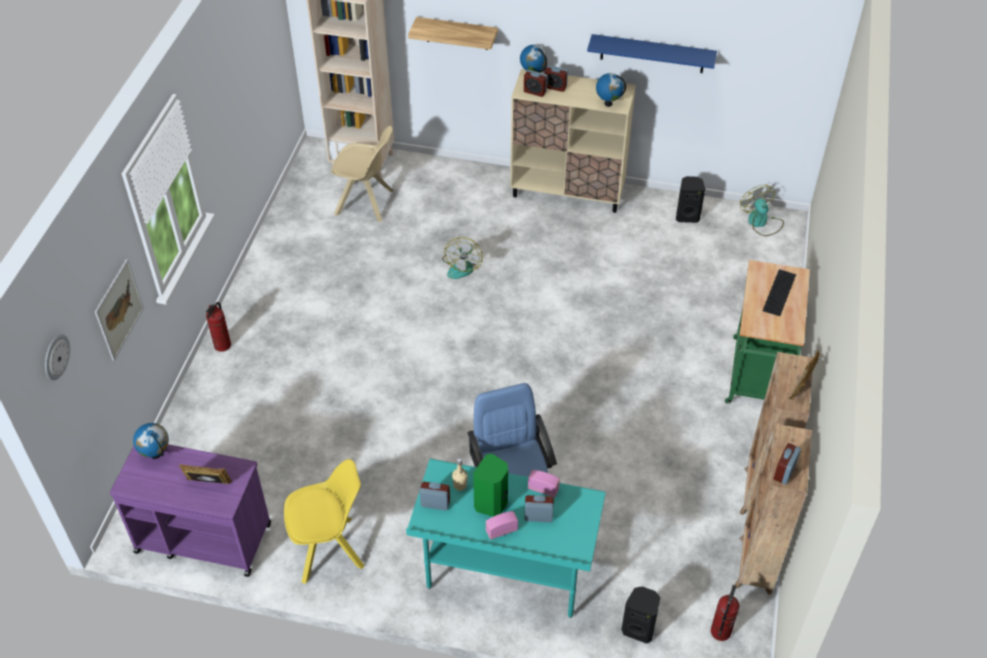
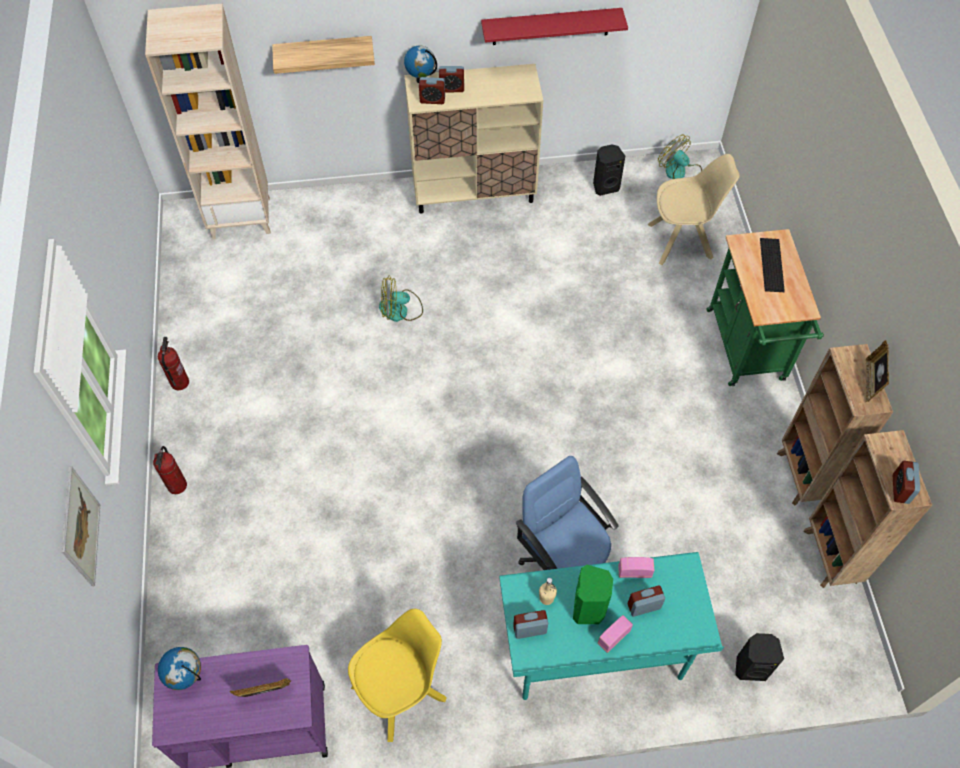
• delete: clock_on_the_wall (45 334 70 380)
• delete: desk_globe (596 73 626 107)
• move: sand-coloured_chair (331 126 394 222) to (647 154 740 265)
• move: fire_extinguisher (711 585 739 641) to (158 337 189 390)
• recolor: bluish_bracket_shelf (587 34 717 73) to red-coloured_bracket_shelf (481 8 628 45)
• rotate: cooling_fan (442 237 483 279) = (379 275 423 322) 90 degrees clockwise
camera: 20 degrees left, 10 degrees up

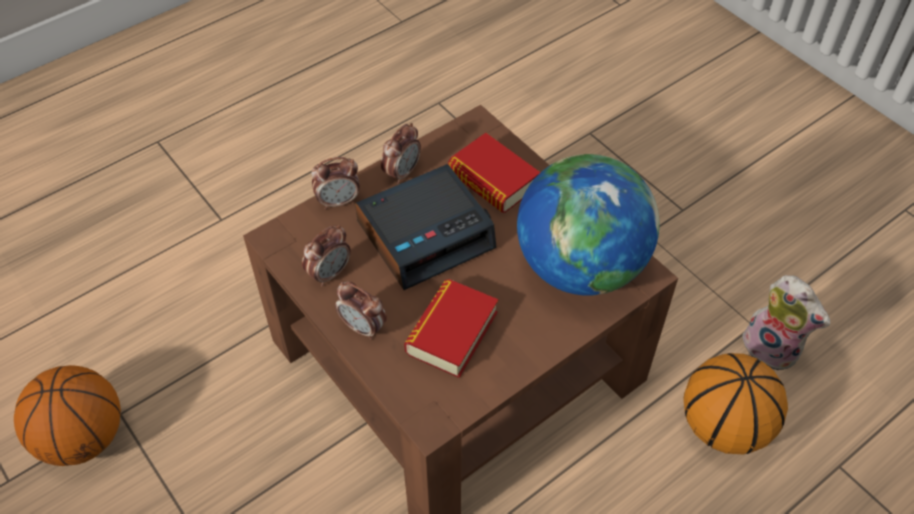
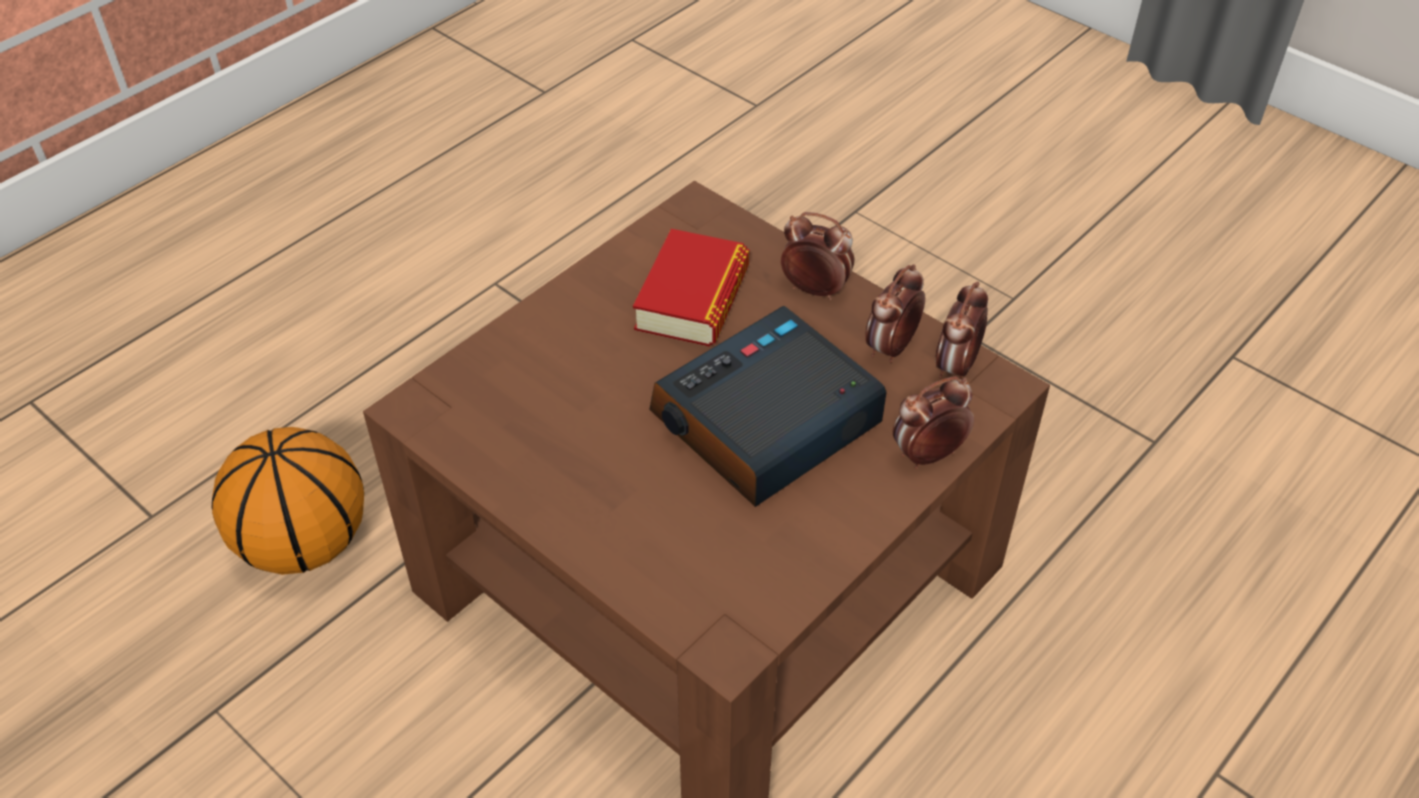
• delete: basketball (14 365 121 466)
• delete: book (448 133 540 213)
• delete: desk_globe (517 154 660 296)
• delete: cuddly_toy (740 275 830 370)
• move: alarm_clock (381 123 421 184) to (935 281 988 380)
camera: 170 degrees right, 5 degrees down

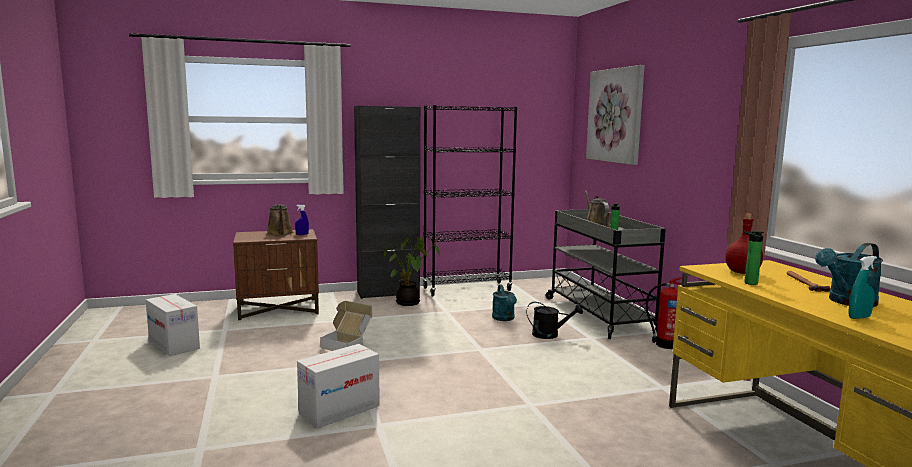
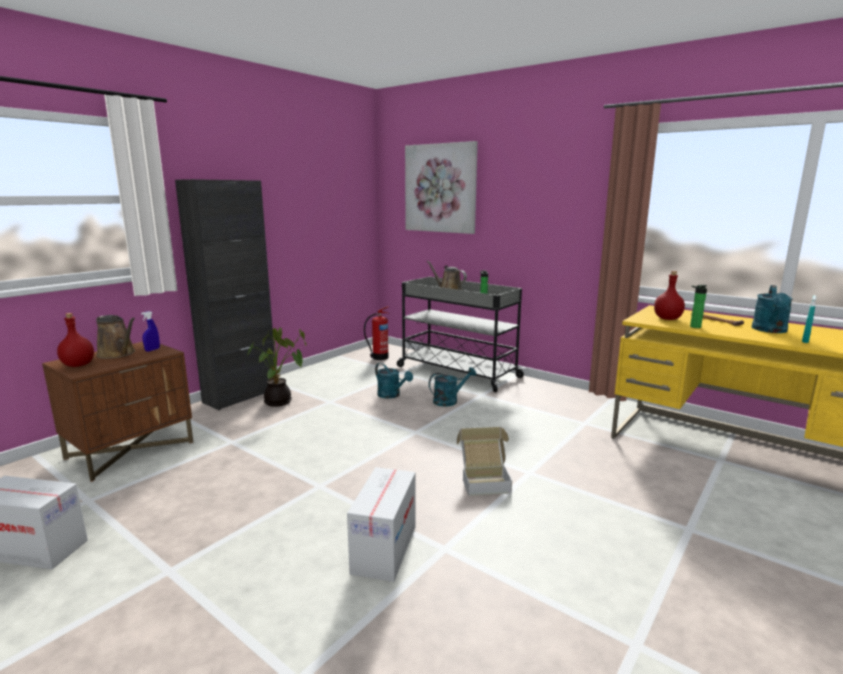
• delete: black-coloured_bookcase (423 105 517 297)
• insert: red-coloured_beverage_bottle (57 313 94 367)
• move: cardboard_box (320 301 372 351) to (456 427 512 496)
• move: fire_extinguisher (646 277 688 349) to (364 306 389 360)
• recolor: black-coloured_sprinkling_can (527 302 583 339) to blue-green_sprinkling_can (429 367 477 407)
camera: 35 degrees left, 5 degrees up

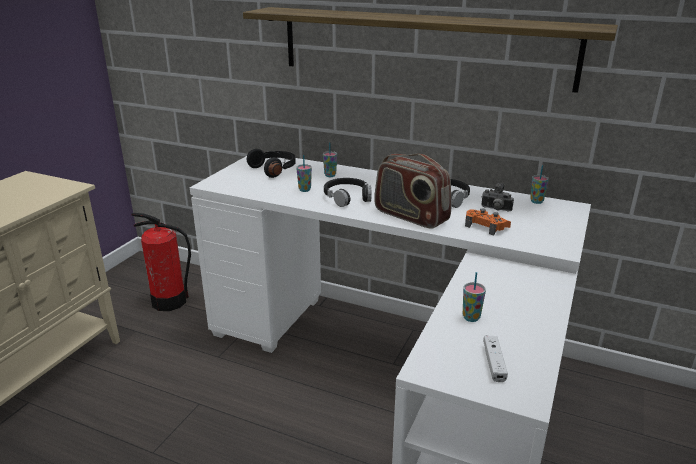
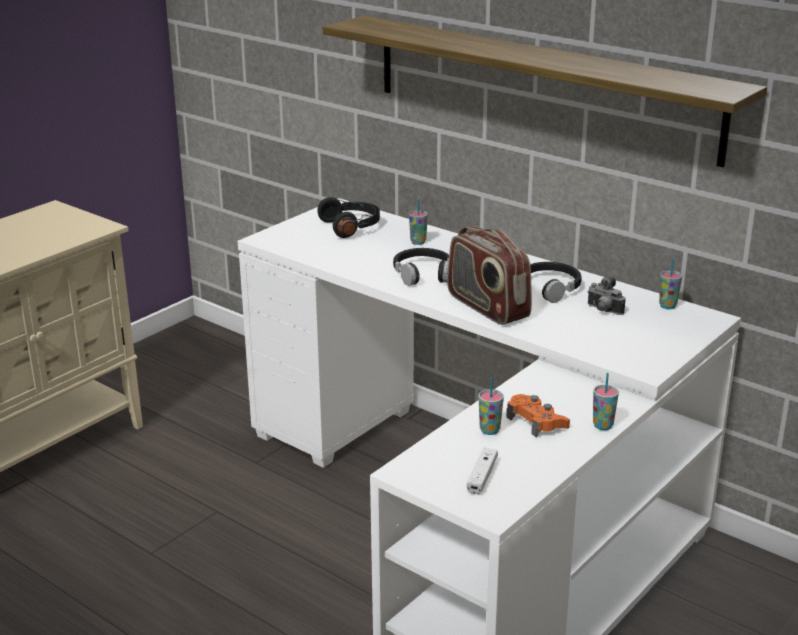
• delete: fire_extinguisher (131 213 191 311)
• move: drinking_cup (296 155 312 192) to (593 373 619 430)
• move: orangey_game_controller (465 208 511 236) to (507 394 570 437)
camera: 15 degrees right, 0 degrees up

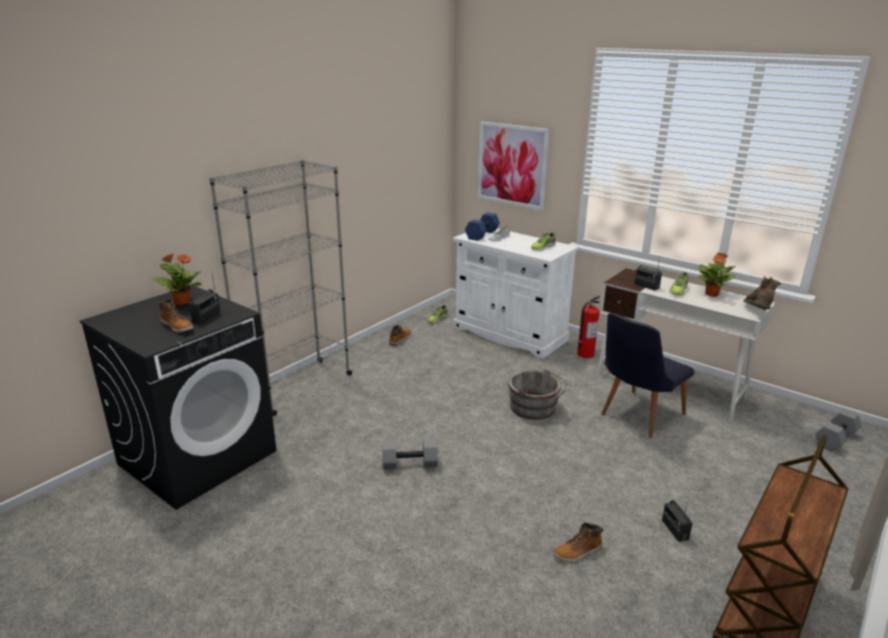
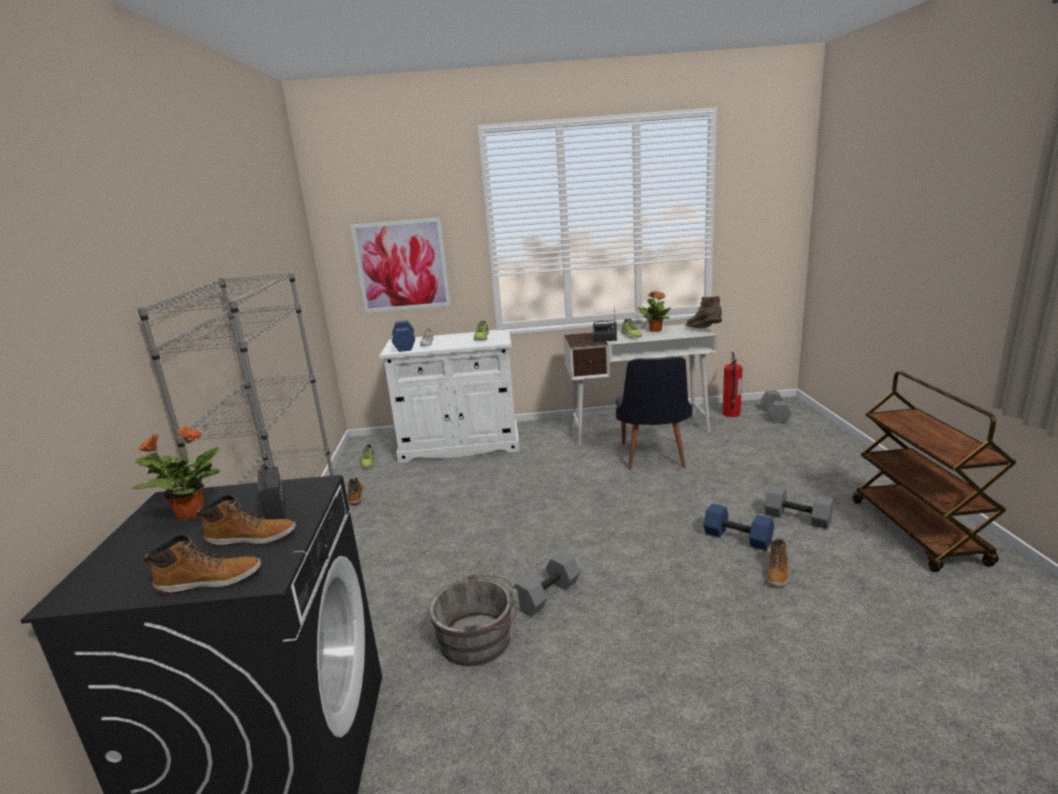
• insert: tall_boot (144 535 261 594)
• insert: bluish_dumbbell (704 504 774 550)
• move: greyish_pail (508 368 567 420) to (429 572 520 666)
• move: fire_extinguisher (577 296 600 358) to (723 352 743 417)
• replace: radio_set (662 500 693 542) to greyish_dumbbell (765 485 833 529)
camera: 40 degrees left, 5 degrees down

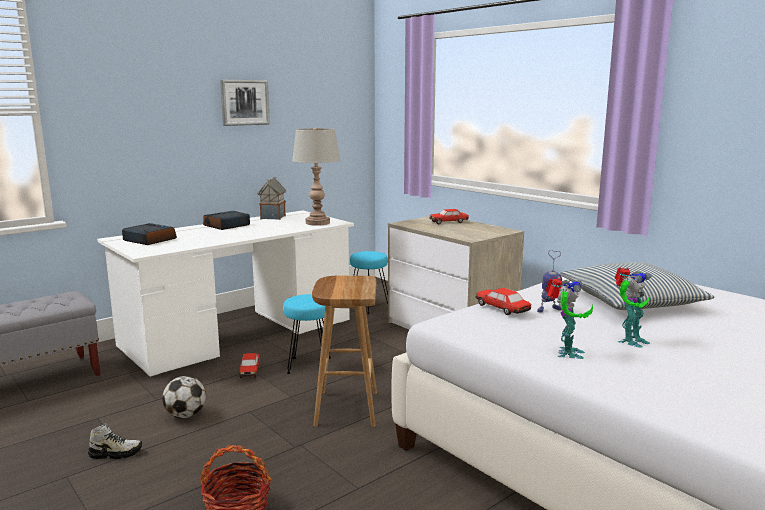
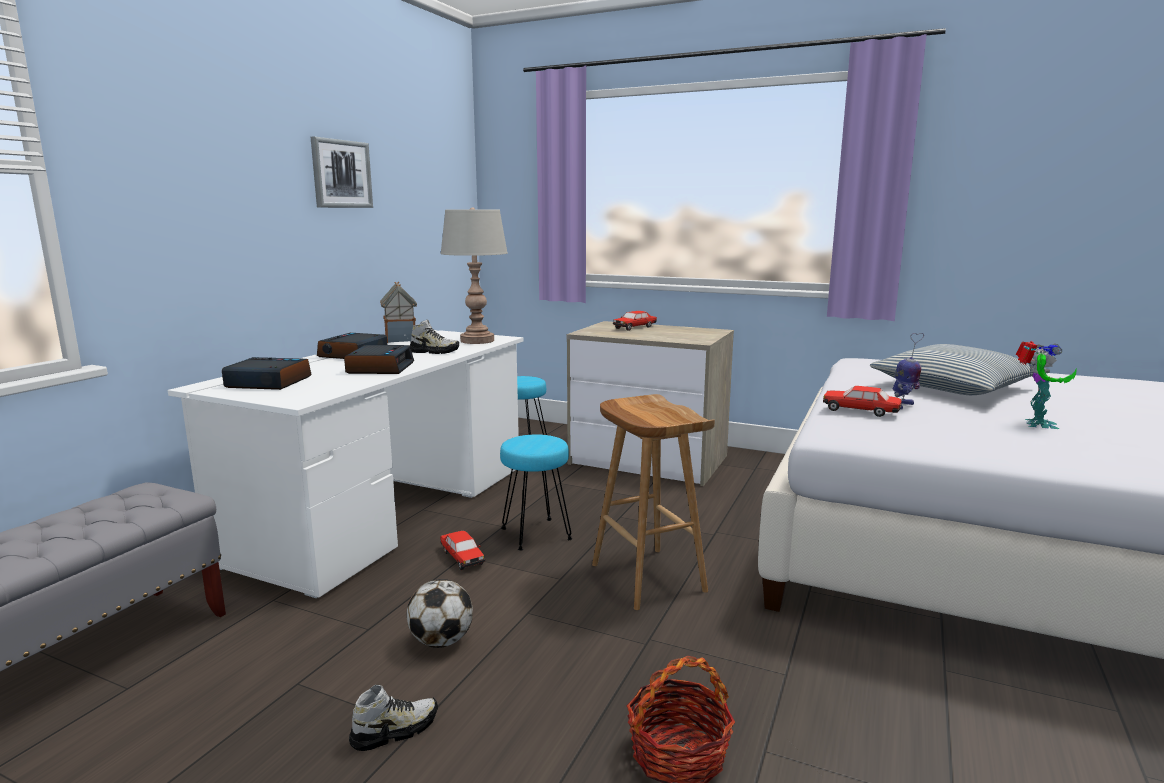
• delete: robot_figure (546 278 593 359)
• insert: alarm_clock (344 345 414 374)
• insert: low_shoe (410 319 459 354)
camera: 25 degrees left, 0 degrees up

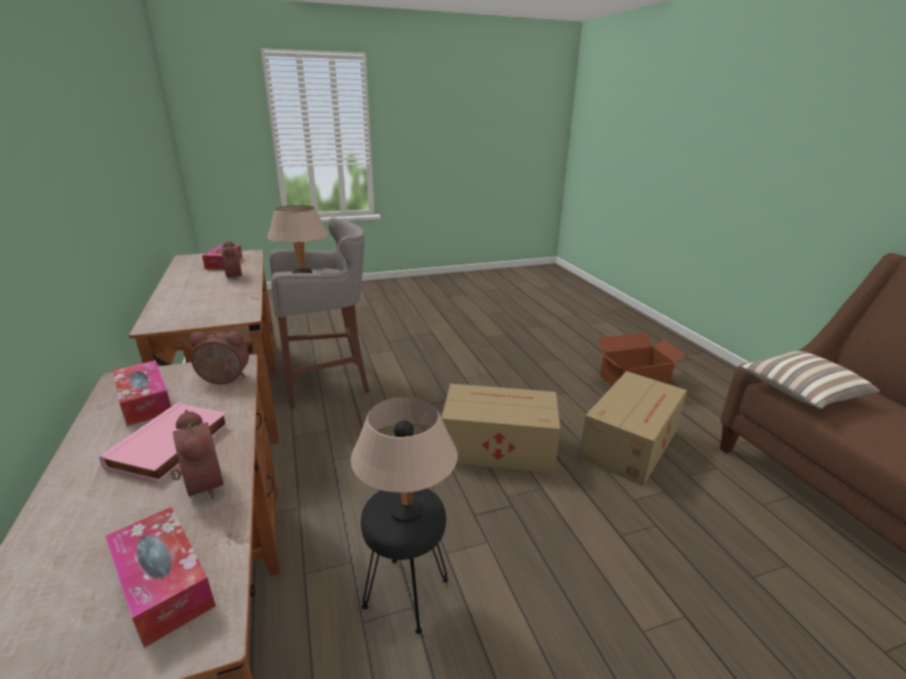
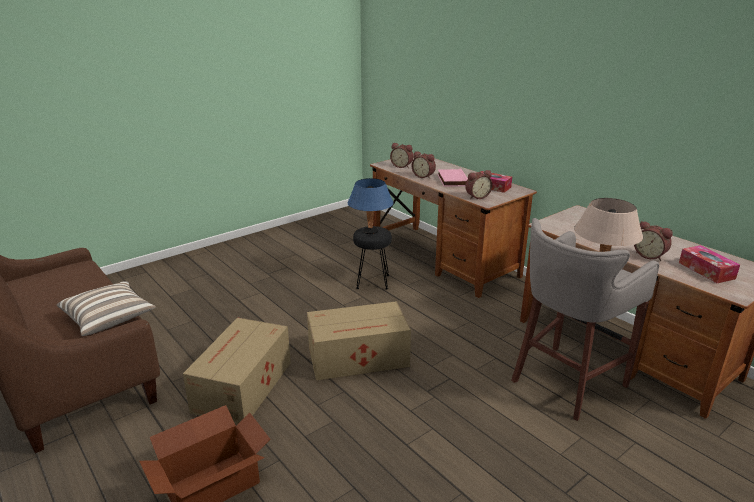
• replace: tissue_holder (105 507 216 648) to alarm_clock (390 143 413 168)
• recolor: sand-coloured_lamp_for_a_table (351 397 458 522) to bluish_lamp_for_a_table (348 178 393 234)
camera: 160 degrees right, 0 degrees up

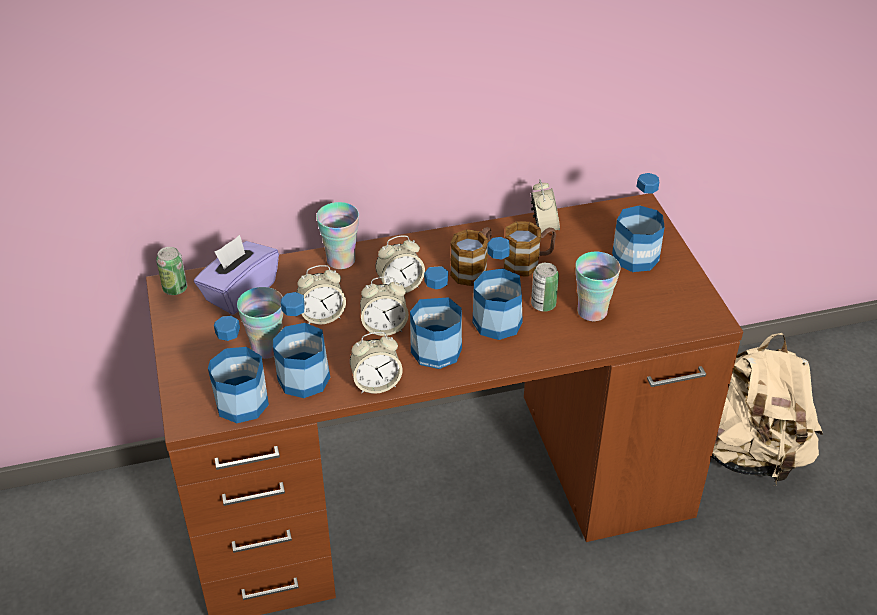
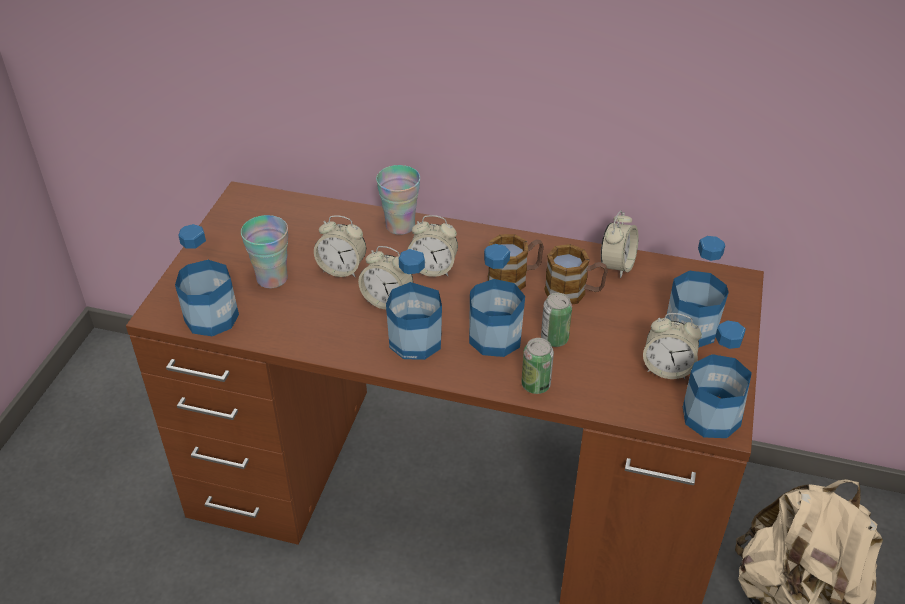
• delete: purple-coloured_tissue_holder (194 235 279 315)
• delete: drinking_cup (575 252 621 321)
• move: can (156 247 187 295) to (522 338 554 394)
• move: beverage_bottle (273 292 330 398) to (683 320 752 438)
• move: alarm_clock (350 332 403 394) to (643 313 702 379)
camera: 30 degrees right, 0 degrees up

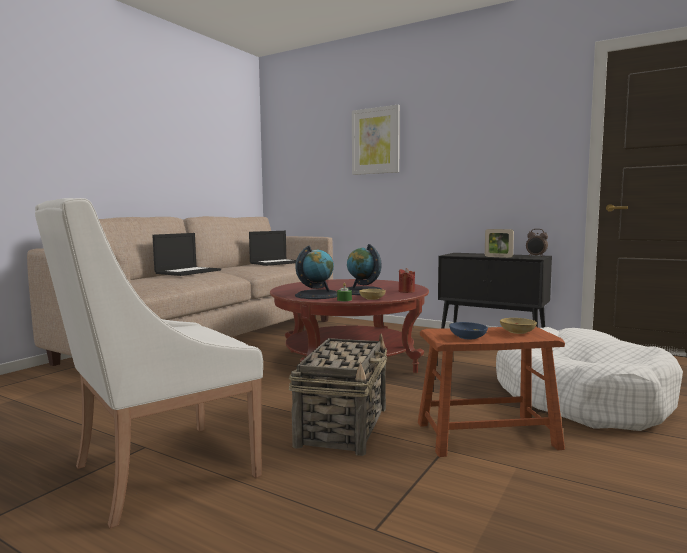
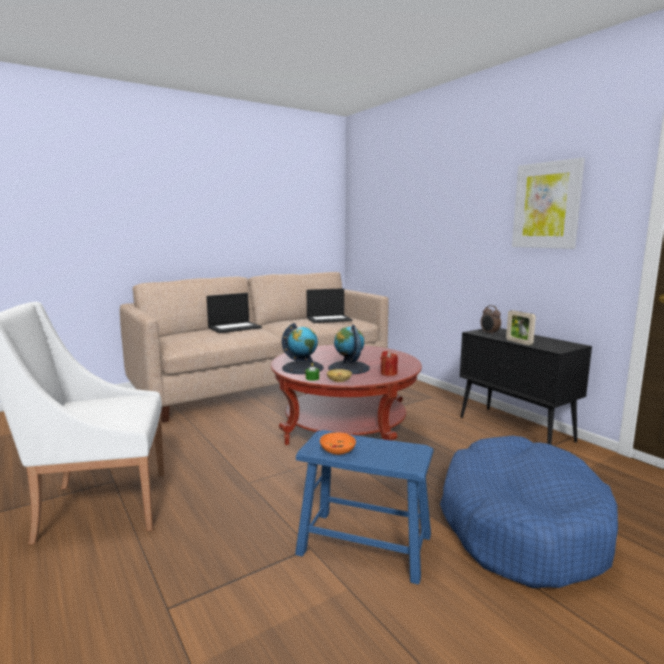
• delete: basket (289 334 387 456)
• delete: sand-coloured_bowl (500 318 537 334)
• move: wall_art (352 105 400 175) to (512 158 585 249)
• move: alarm_clock (526 229 548 257) to (481 305 501 335)
• recolor: brown-coloured_sitting_stool (418 327 565 457) to bluish_sitting_stool (295 430 434 584)
• recolor: bluish_bowl (449 322 488 339) to orangey_bowl (320 432 356 455)
• recolor: whitish_dog_cushion (496 327 683 431) to bluish_dog_cushion (440 436 618 588)
camera: 25 degrees right, 5 degrees up

